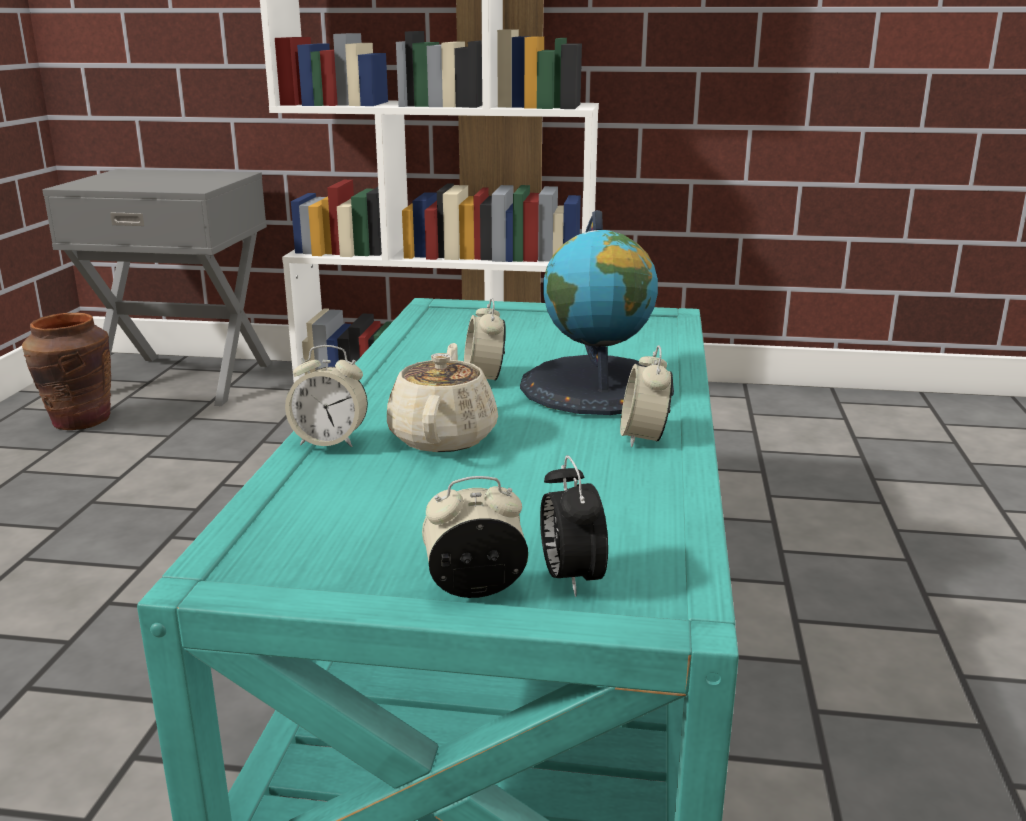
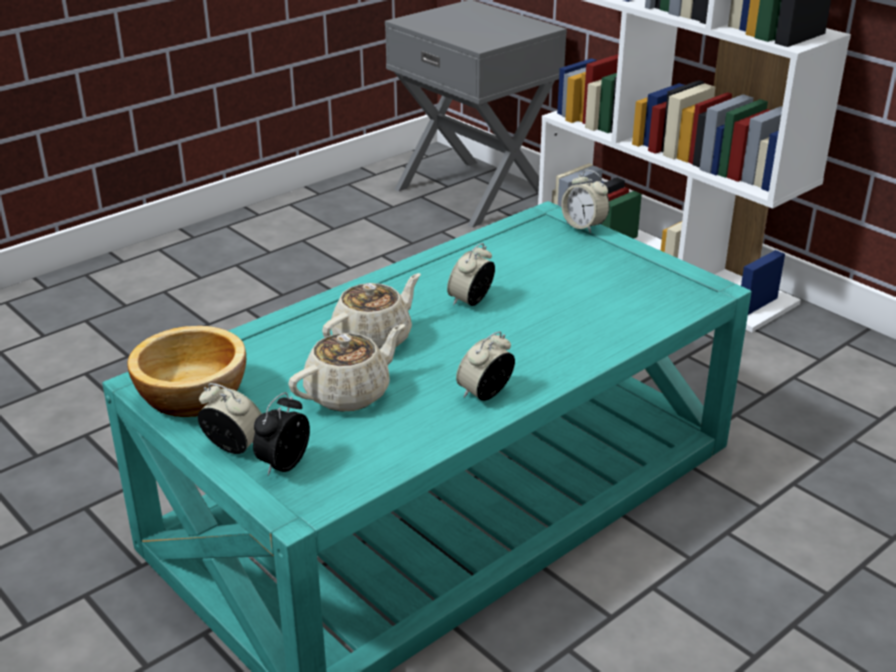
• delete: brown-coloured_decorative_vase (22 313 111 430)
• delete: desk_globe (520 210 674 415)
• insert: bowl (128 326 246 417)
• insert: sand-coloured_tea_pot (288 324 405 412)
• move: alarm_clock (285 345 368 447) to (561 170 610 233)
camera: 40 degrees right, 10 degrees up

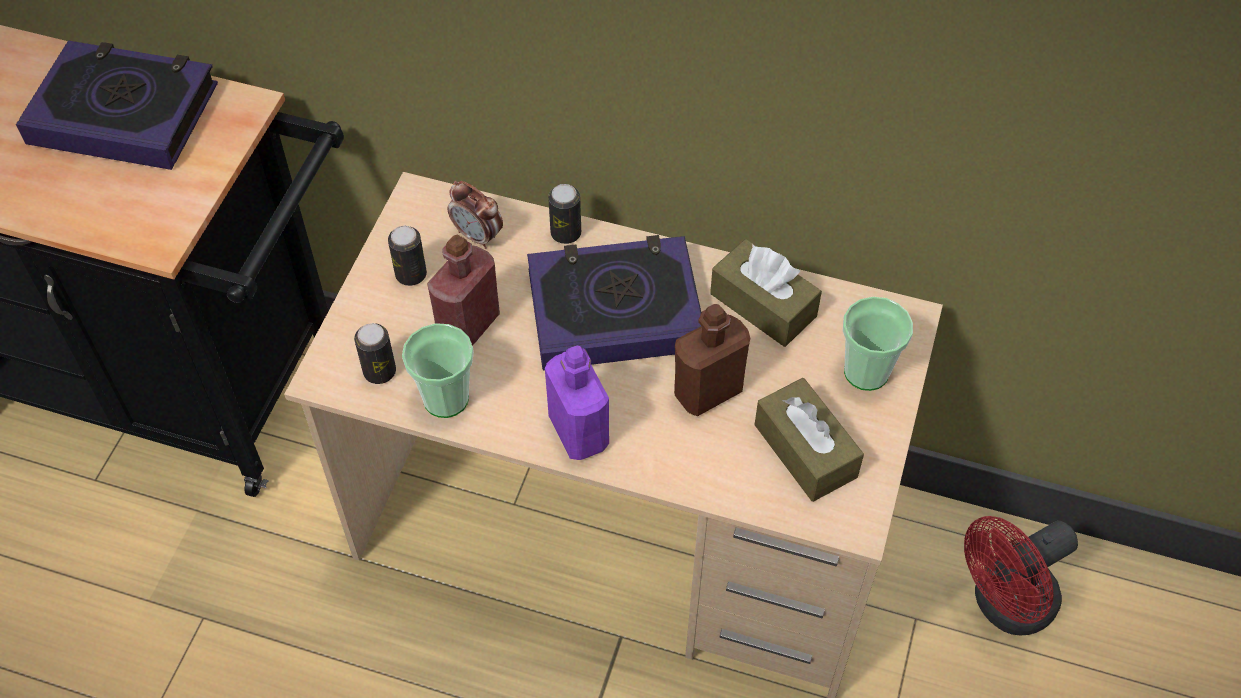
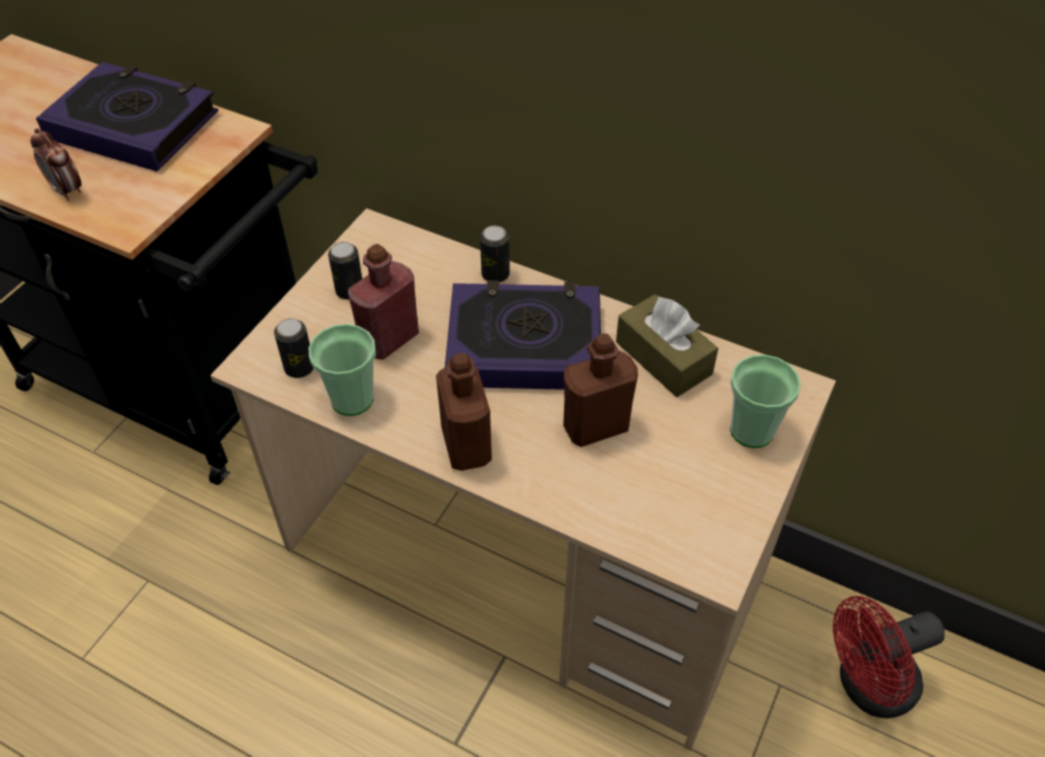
• delete: brown-coloured_tissue_holder (755 378 864 502)
• move: alarm_clock (448 181 503 249) to (30 128 82 201)
• recolor: purple-coloured_beverage_bottle (545 345 609 460) to brown-coloured_beverage_bottle (436 352 492 471)
camera: 10 degrees right, 5 degrees down

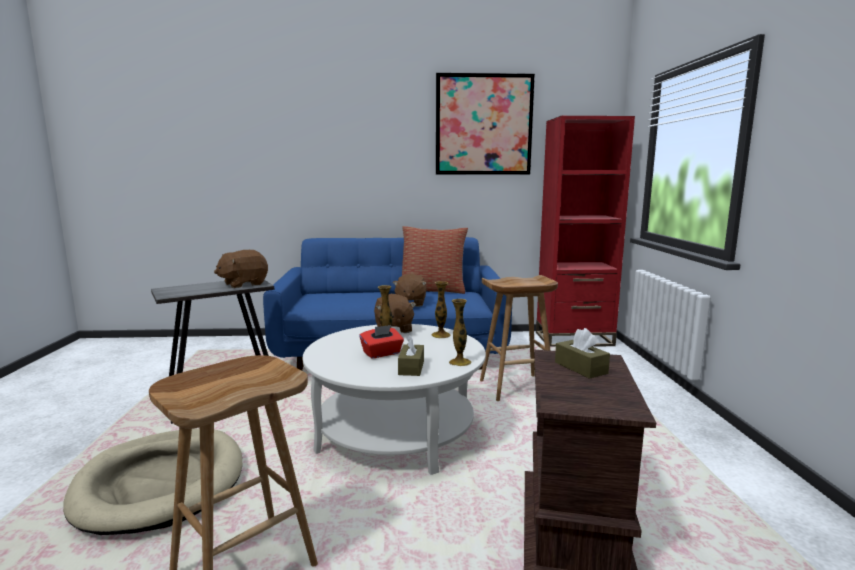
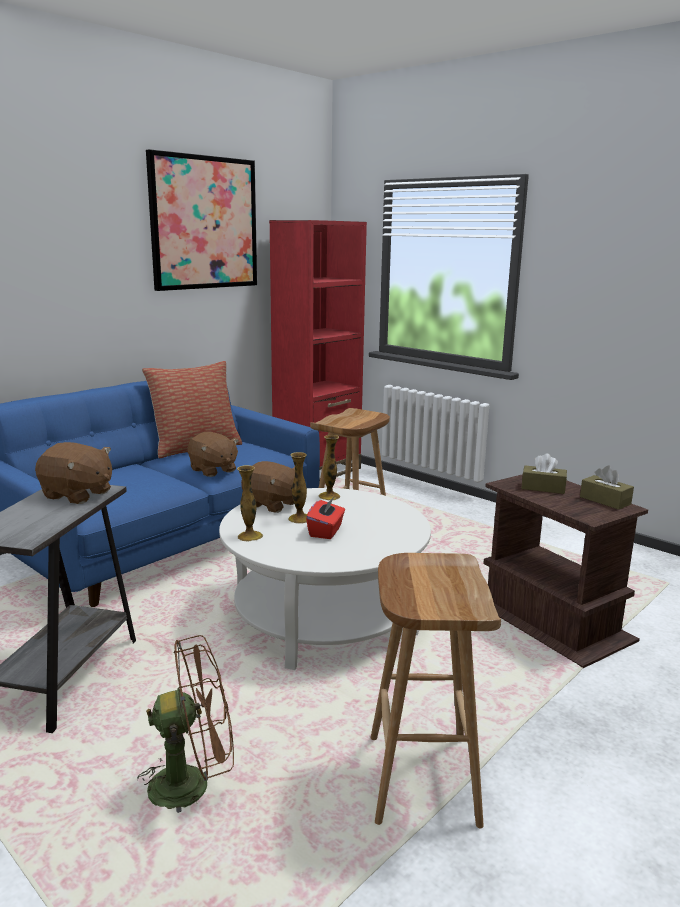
• move: brown-coloured_tissue_holder (398 335 424 376) to (580 466 634 510)
• move: decorative_vase (449 299 471 366) to (237 465 263 542)
• replace: sand-coloured_dog_cushion (63 429 242 535) to brown-coloured_cooling_fan (137 635 234 813)
• rotate: brown-coloured_cuddly_toy (214 250 268 288) = (35 442 112 504) 75 degrees counterclockwise
camera: 45 degrees left, 5 degrees up

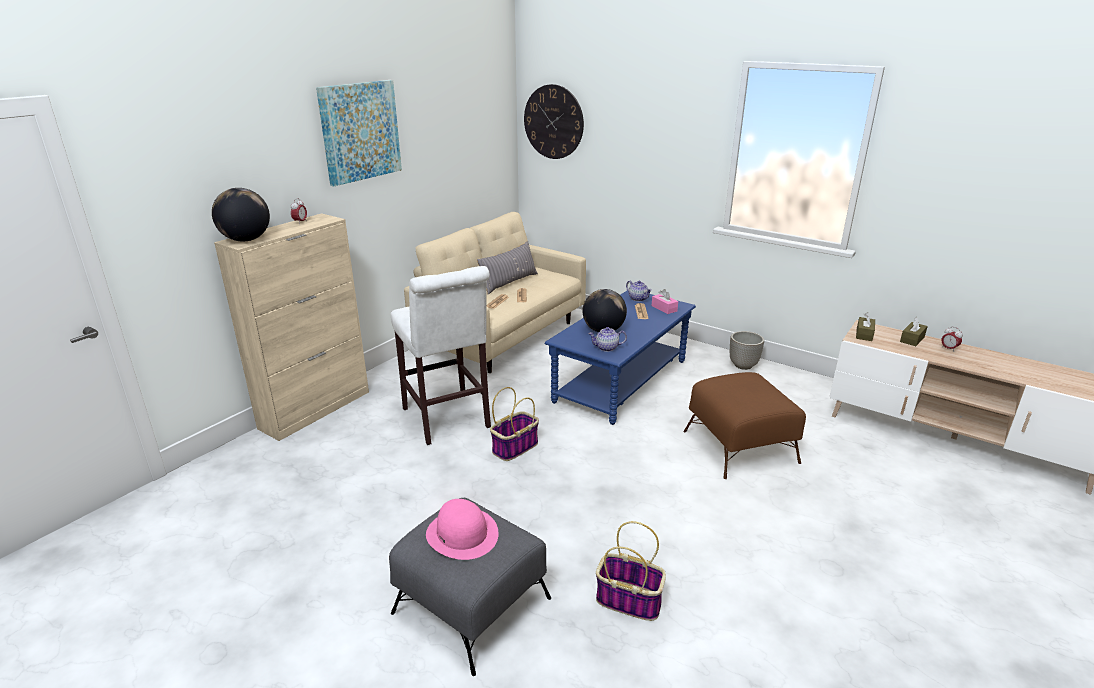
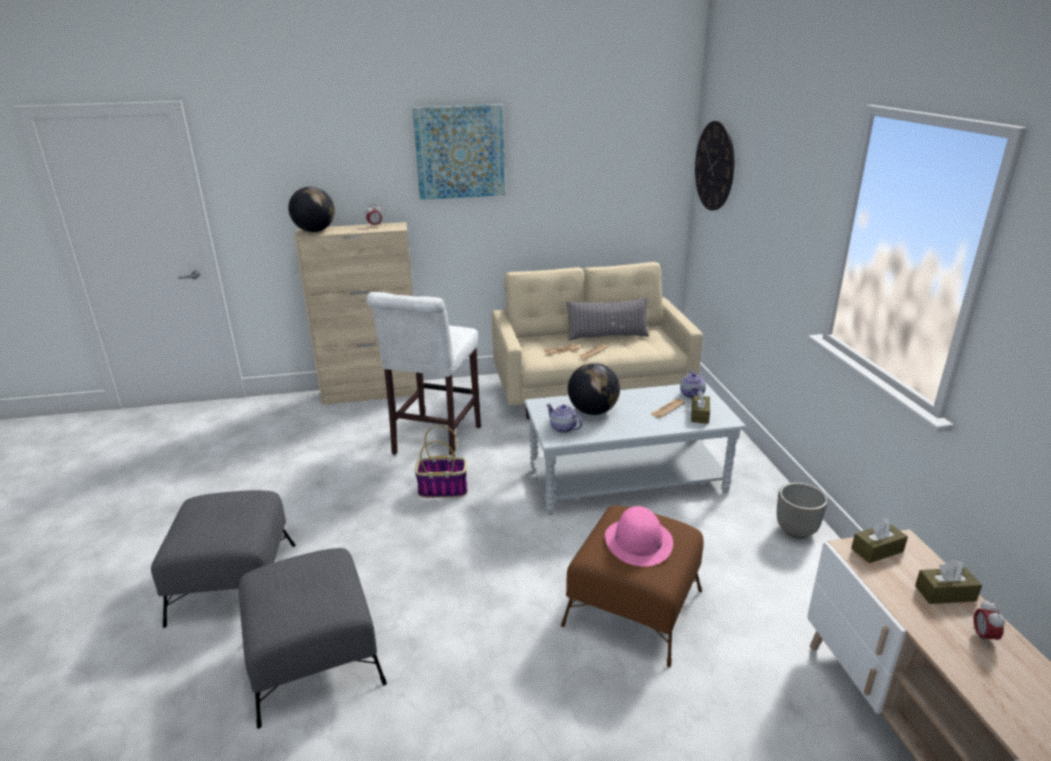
• move: pinkish_wearable_hat (426 499 499 560) to (605 506 673 566)
• replace: basket (596 521 666 621) to greyish_pouffe (239 548 387 729)
• recolor: bluish_coffee_table (544 290 696 425) to greyish_coffee_table (524 382 746 515)
• recolor: pinkish_tissue_holder (652 289 678 314) to brown-coloured_tissue_holder (691 391 710 424)
camera: 45 degrees right, 0 degrees up

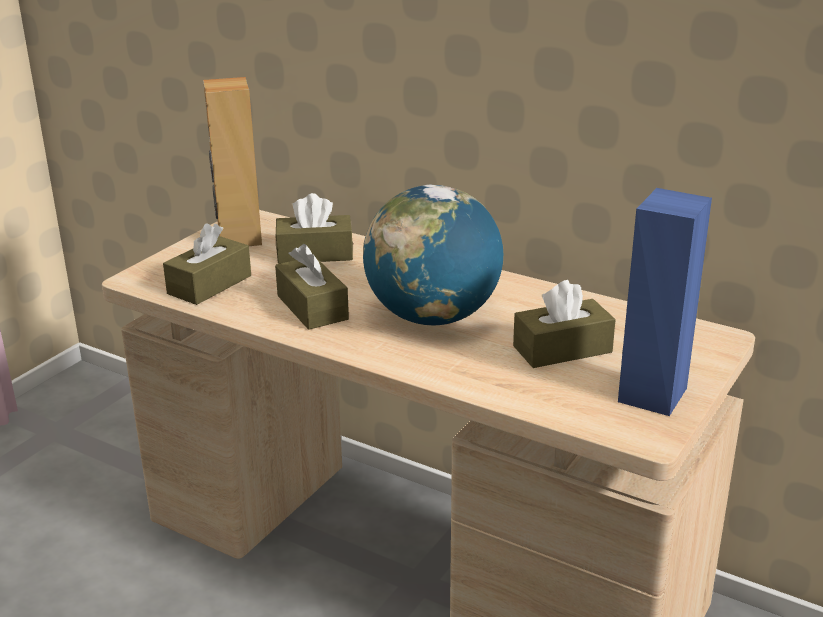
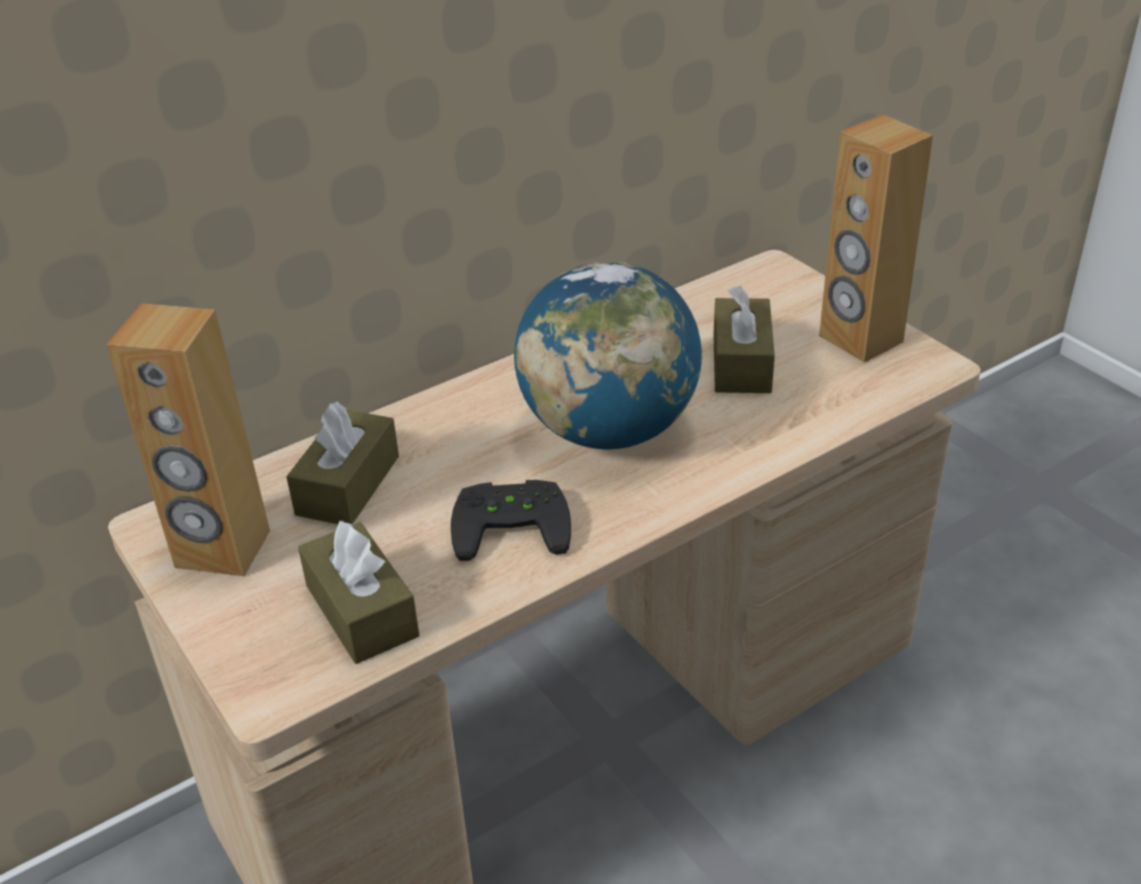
• replace: brown-coloured_tissue_holder (275 244 349 330) to black-coloured_game_controller (451 480 571 561)
• recolor: bluish_speaker (618 188 712 416) to brown-coloured_speaker (819 114 933 363)
camera: 65 degrees left, 10 degrees up

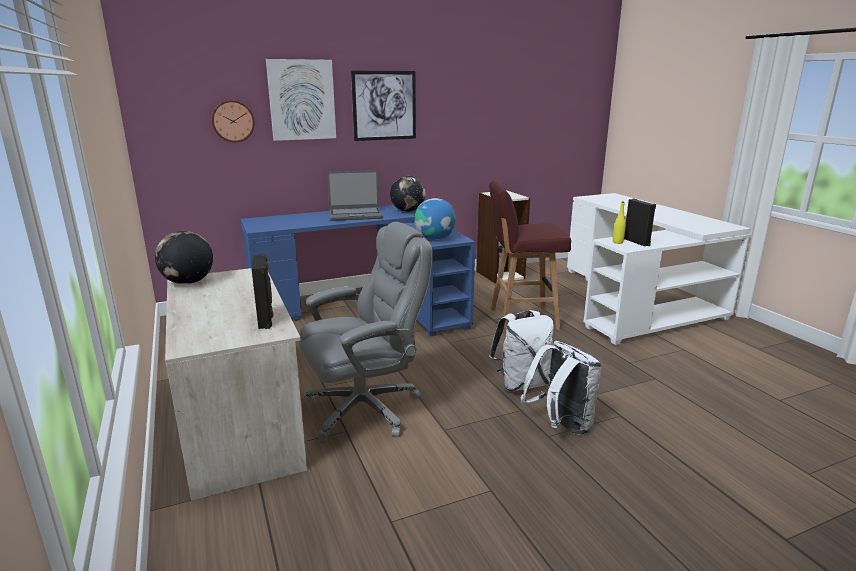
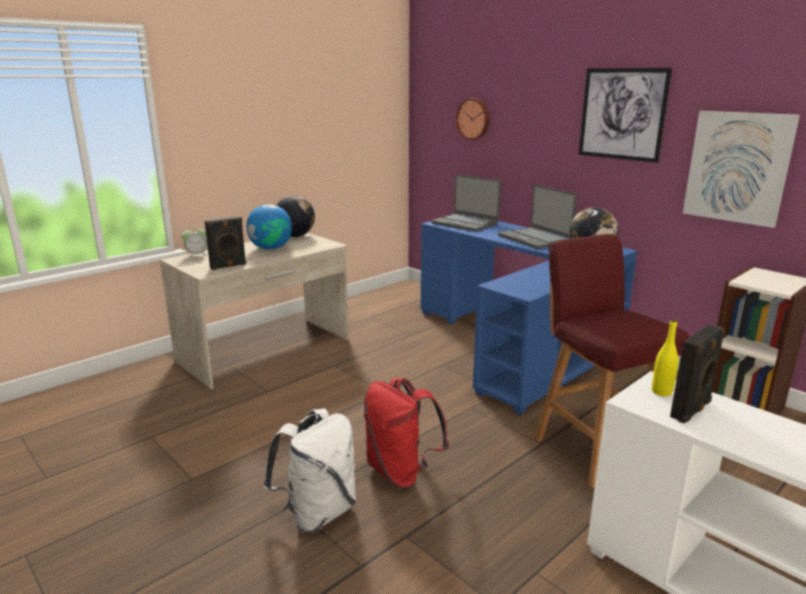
• delete: greyish_office_chair (300 222 432 441)
• insert: alarm_clock (181 225 209 258)
• insert: notebook_computer (431 175 501 231)
• move: wall_art (266 59 336 141) to (683 111 800 228)
• move: desk_globe (415 198 456 240) to (246 205 292 249)
• recolor: whitish_rucksack (489 310 554 391) to red-coloured_rucksack (364 378 449 488)
camera: 70 degrees right, 0 degrees up

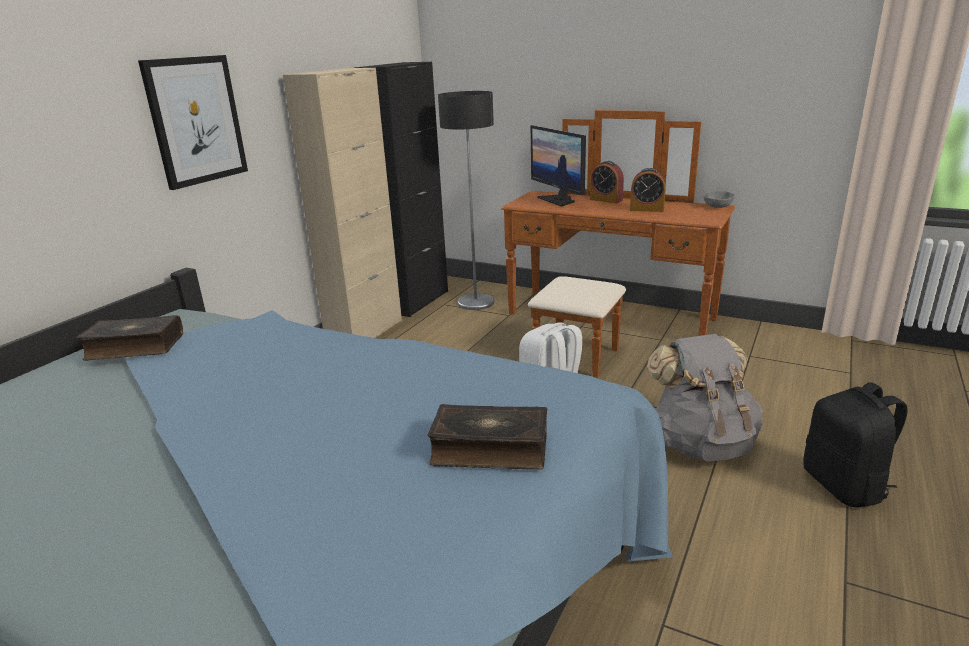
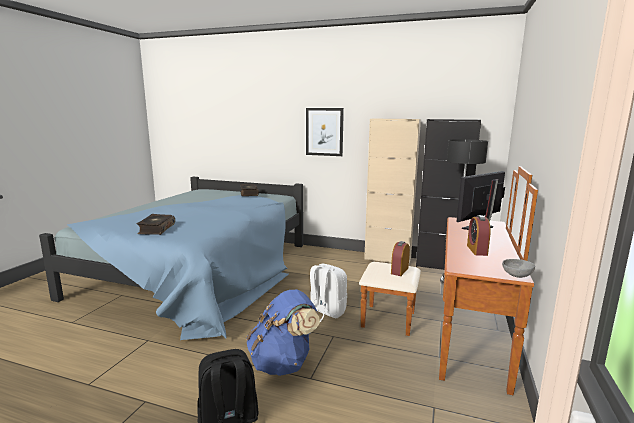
• move: alarm_clock (590 161 624 203) to (391 241 410 276)
• recolor: greyish_rucksack (647 334 763 461) to bluish_rucksack (246 289 320 376)
camera: 80 degrees right, 10 degrees down

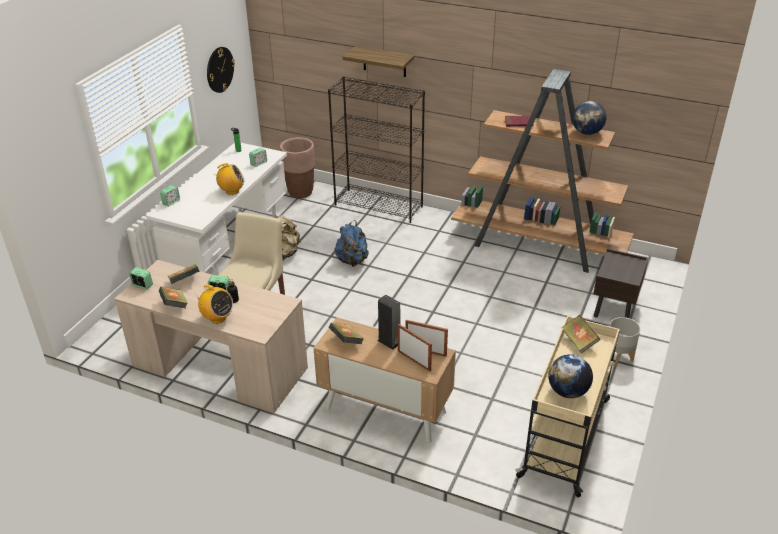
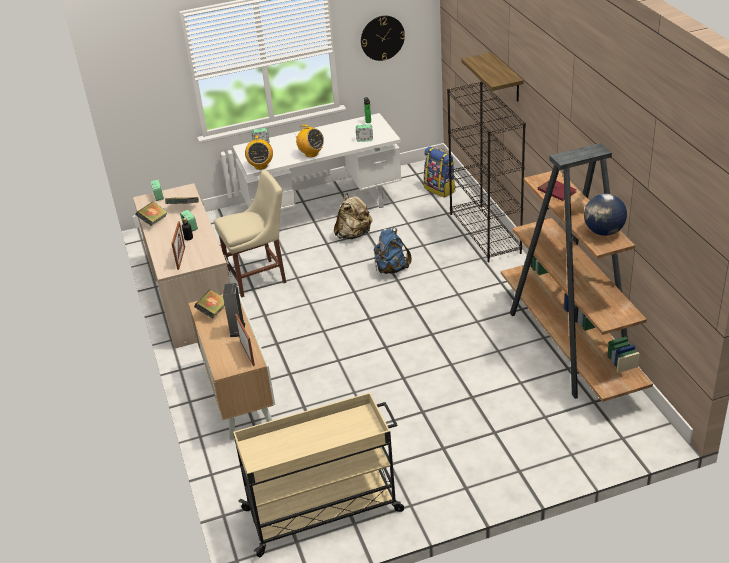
• delete: desk_globe (548 354 593 398)
• delete: book (562 315 600 354)
• delete: brown-coloured_nightstand (593 248 648 318)
• delete: greyish_flower_pot (610 317 640 367)
• move: radio_set (194 285 233 323) to (245 135 273 170)
• move: picture_frame (398 324 432 371) to (171 222 185 270)
• replace: brown-coloured_flower_pot (280 137 315 198) to rucksack (424 146 456 198)
camera: 50 degrees right, 0 degrees up

